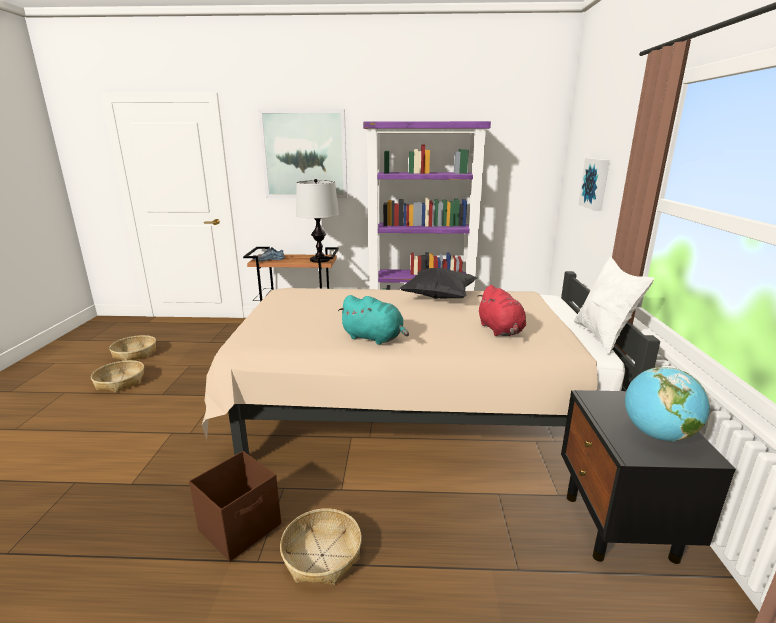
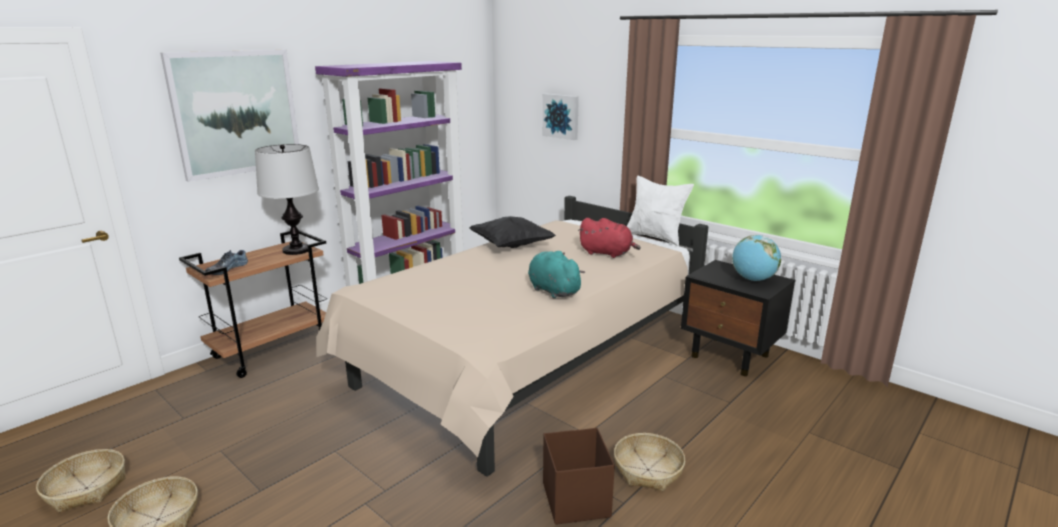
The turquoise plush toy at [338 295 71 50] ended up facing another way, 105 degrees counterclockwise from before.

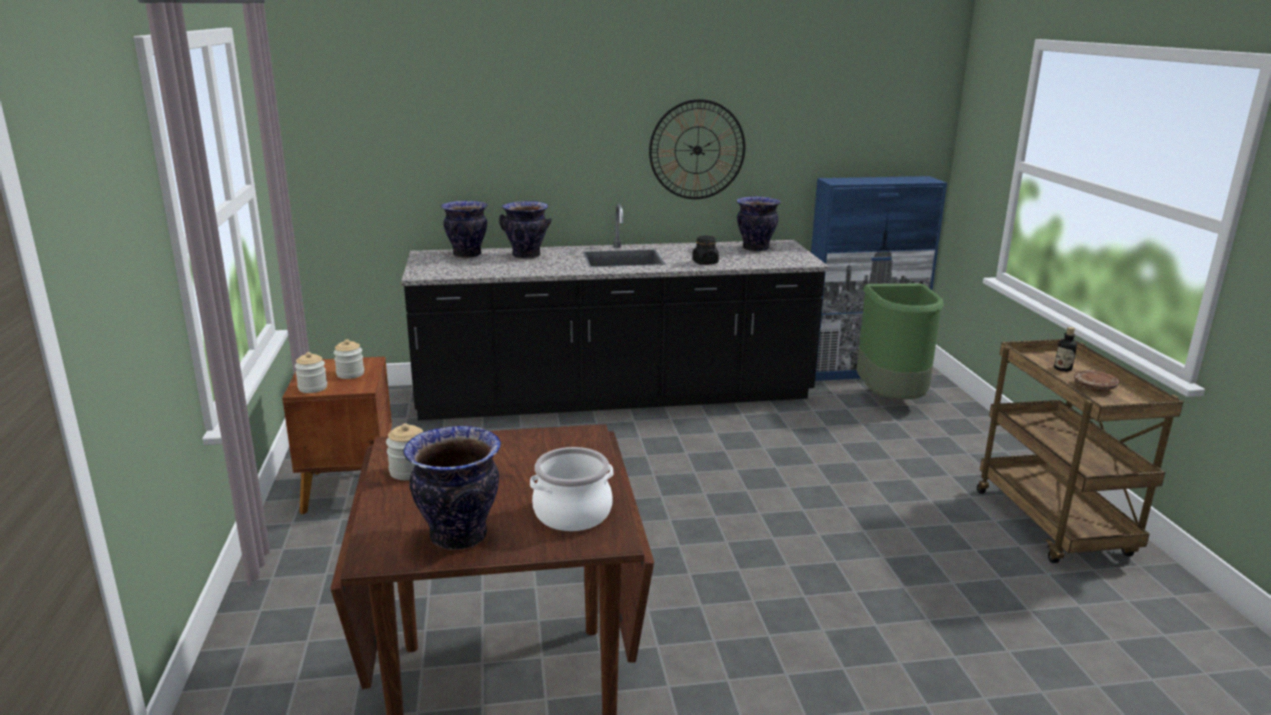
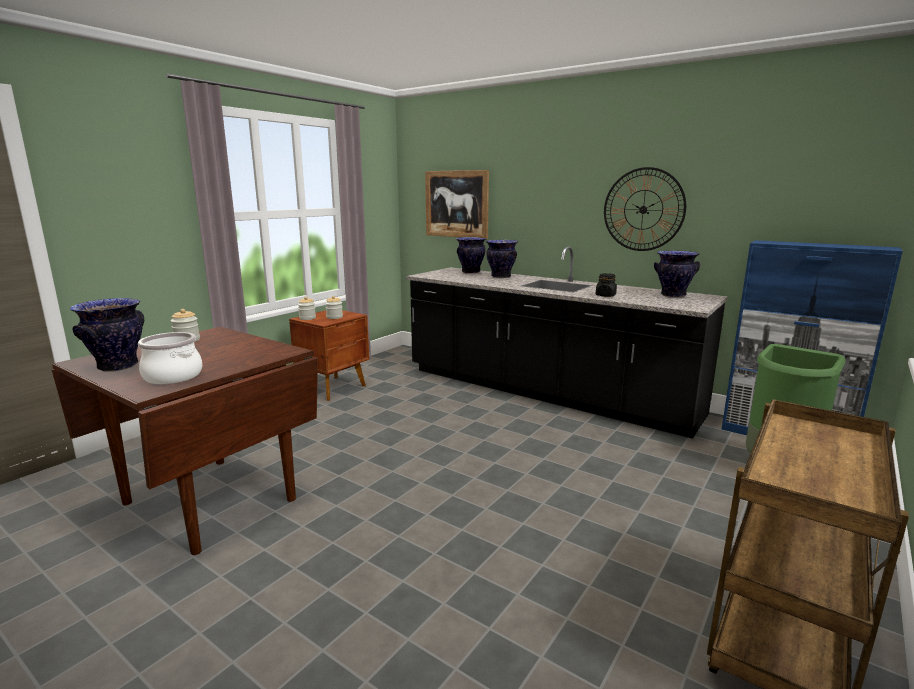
The second view lost the bottle at [1054 327 23 45].
The second view lost the brown plate at [1074 370 46 21].
The second view gained the picture at [425 170 64 69].

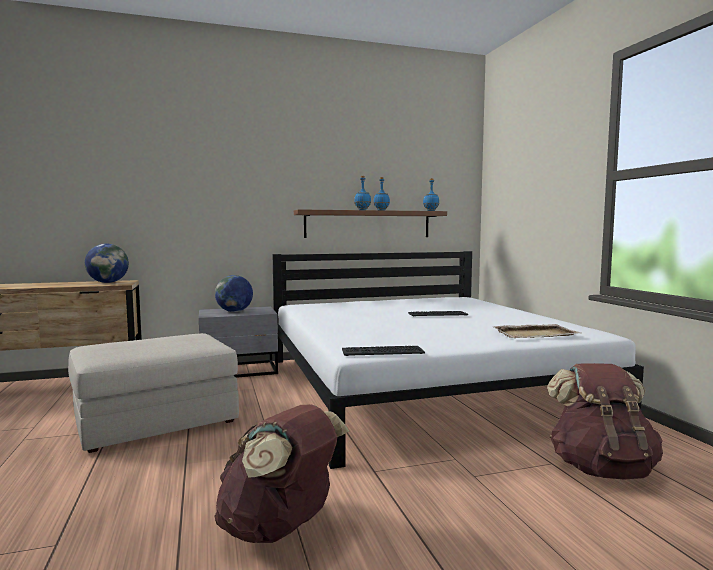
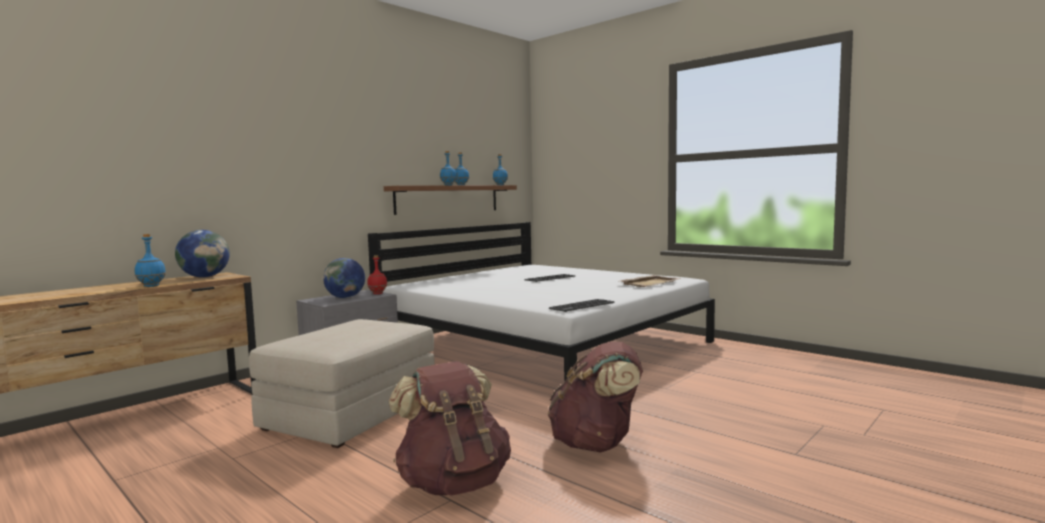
The brown backpack ended up elsewhere, having gone from [547 363 116 116] to [389 361 122 135].
The second view gained the blue bottle at [134 234 32 53].
The second view gained the red bottle at [367 255 20 39].

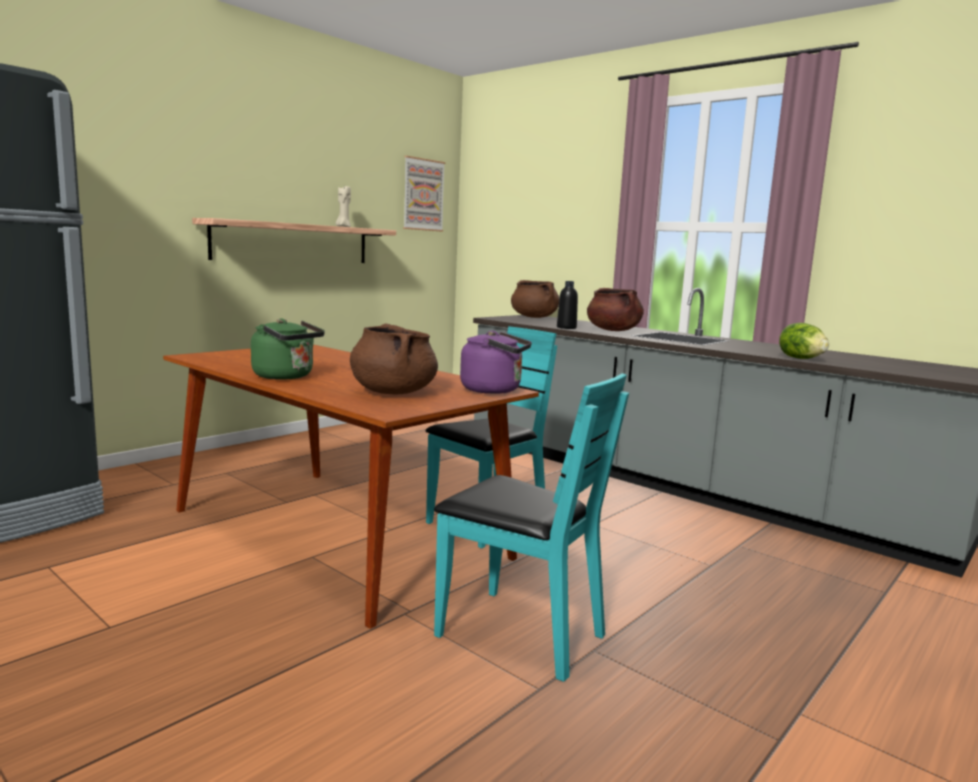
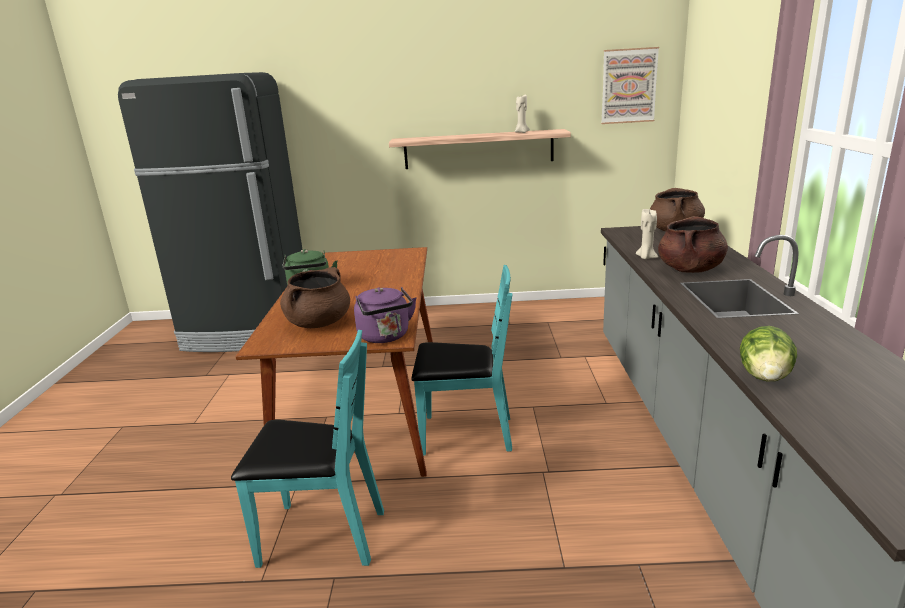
Where the black bottle stood at [557 281 21 48], the beige candle came to stand at [636 209 22 50].
The turquoise chair at [434 373 195 309] ended up facing another way, 75 degrees counterclockwise from before.

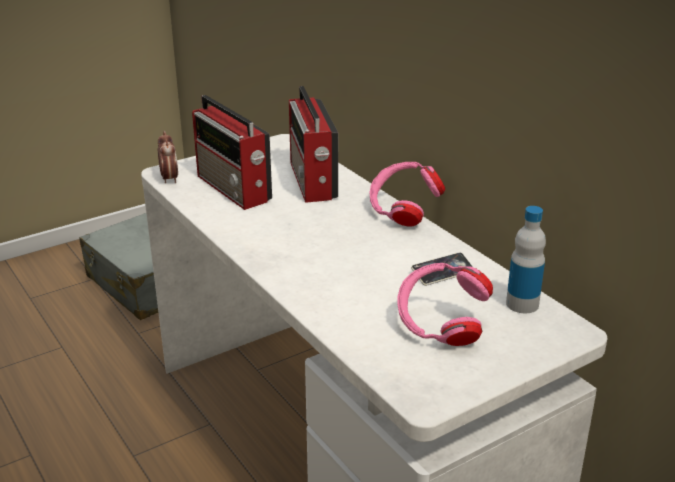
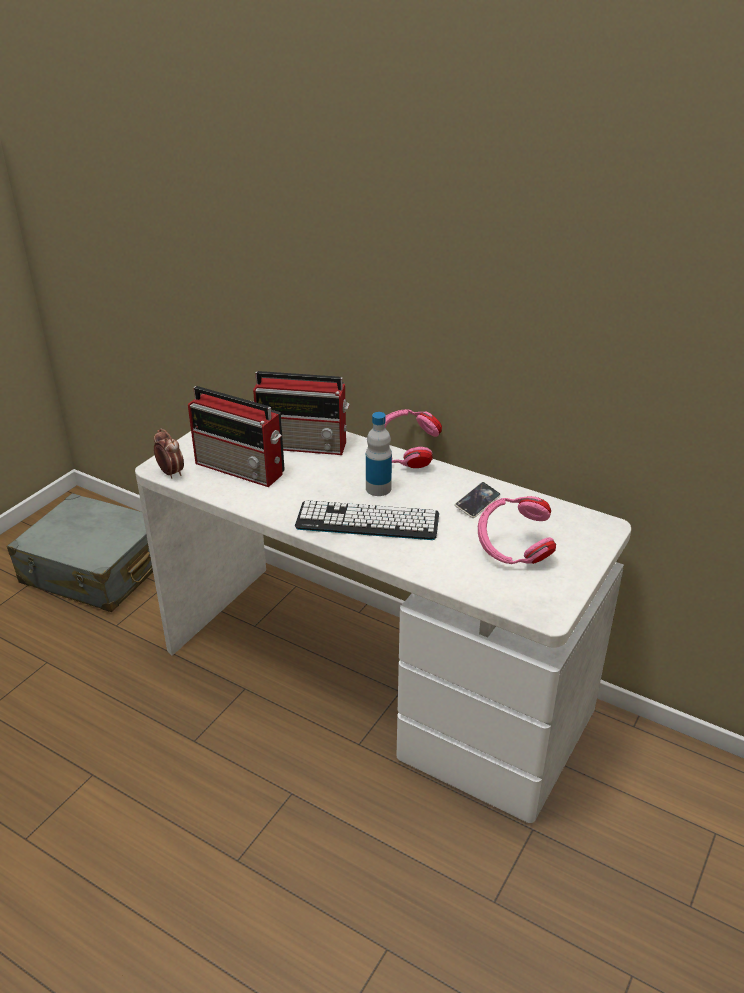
The radio at [289 86 49 117] ended up facing another way, 45 degrees counterclockwise from before.
The bottle ended up elsewhere, having gone from [506 206 40 107] to [366 412 26 84].
The second view gained the keyboard at [295 500 144 40].

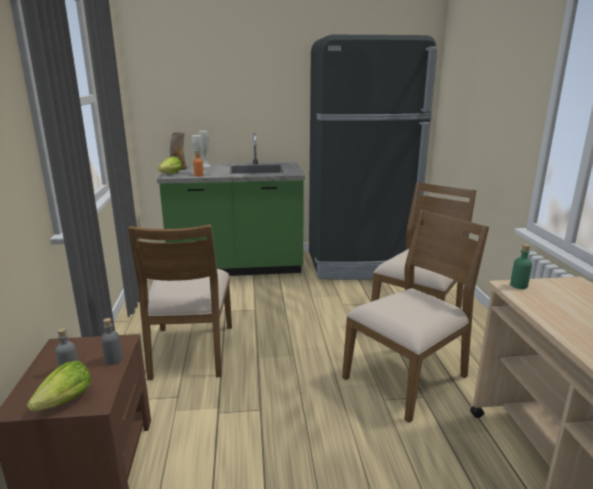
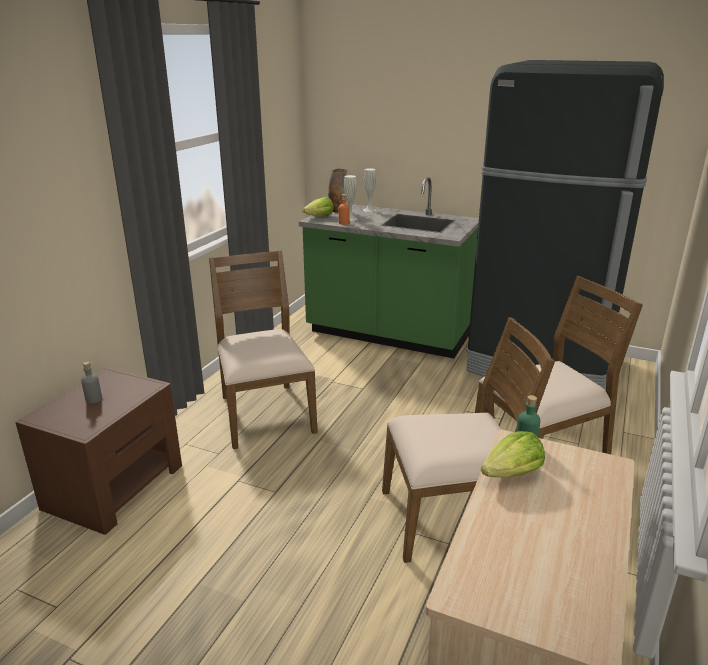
The brown chair at [128 224 104 156] ended up facing another way, 135 degrees clockwise from before.
The second view lost the grey bottle at [101 318 22 47].
The lettuce ended up elsewhere, having gone from [27 361 64 50] to [481 431 64 47].

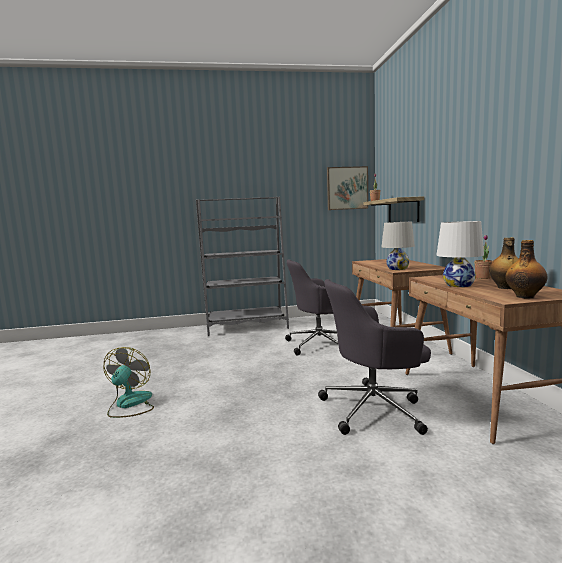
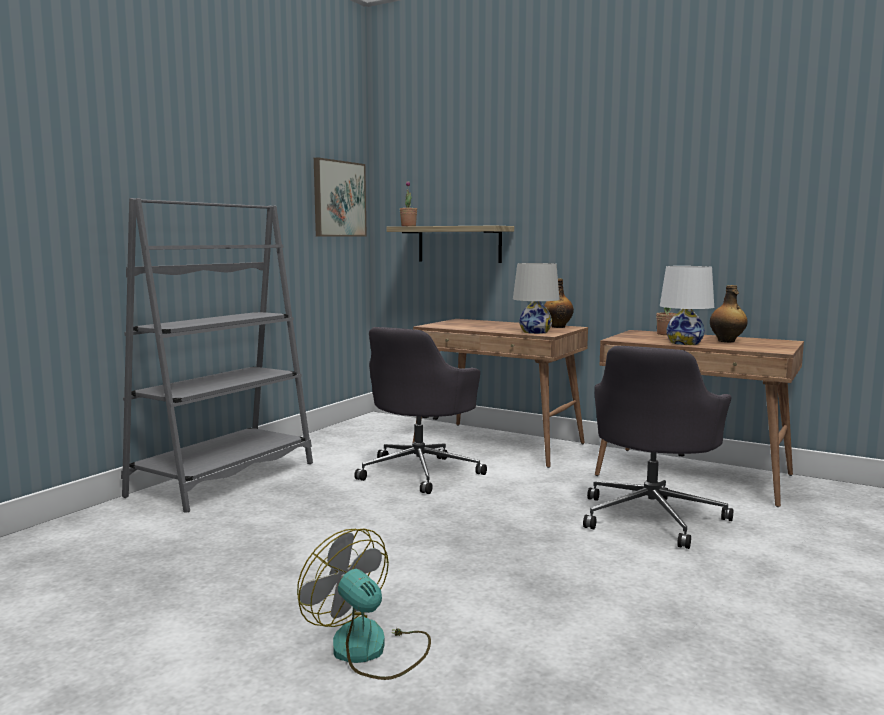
The bottle ended up elsewhere, having gone from [506 240 41 58] to [544 278 30 50].

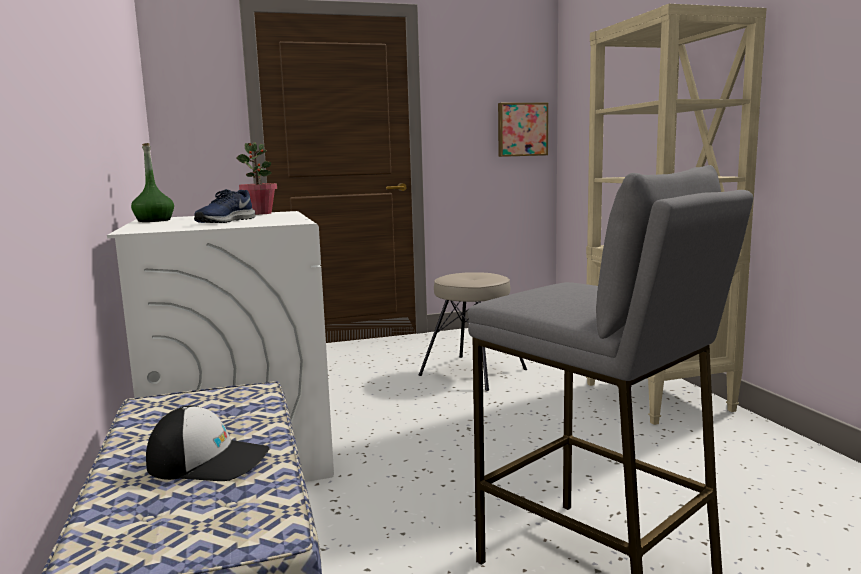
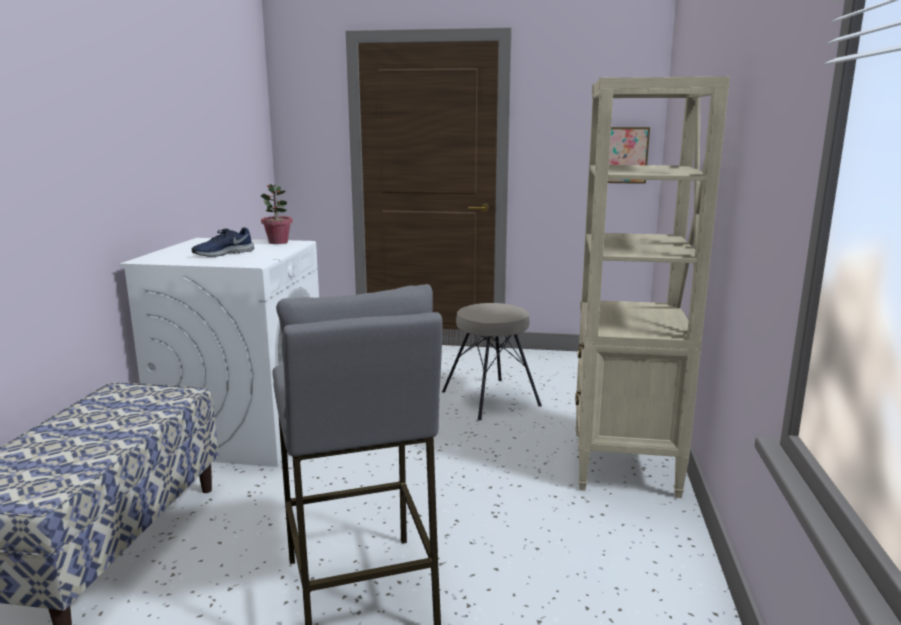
The second view lost the green bottle at [131 143 43 79].
The second view lost the cap at [146 405 124 76].

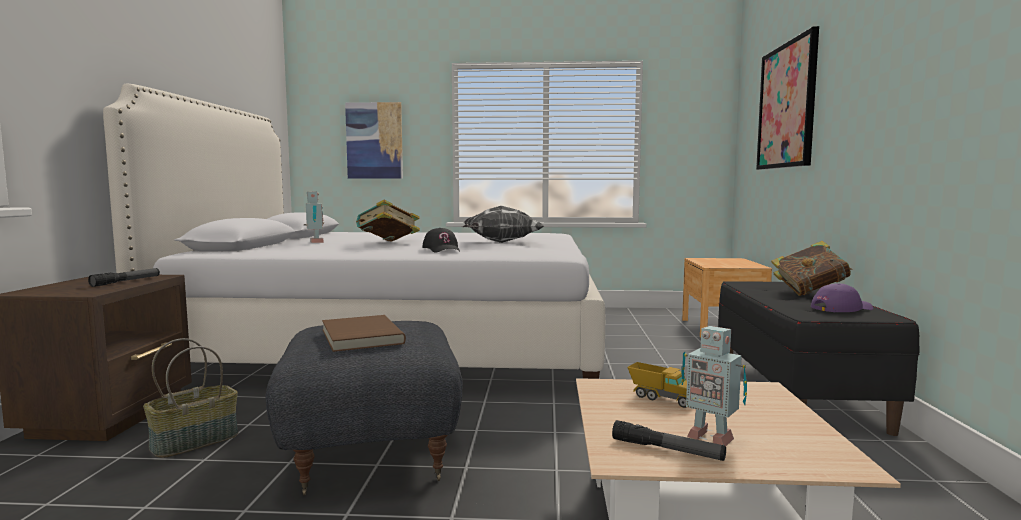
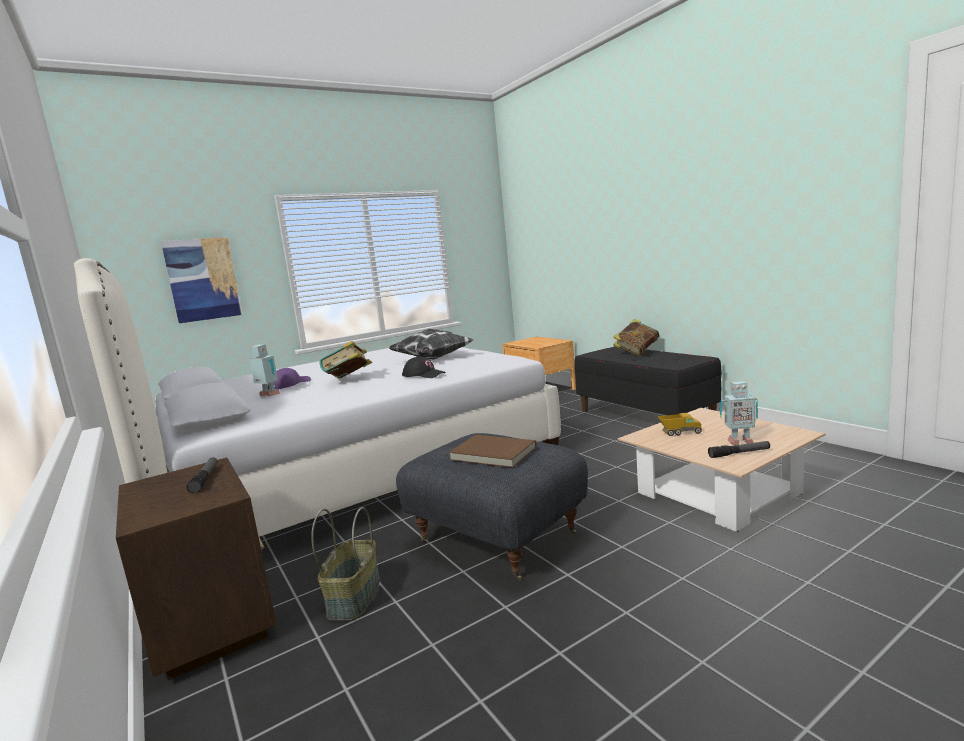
The second view lost the picture at [756 26 63 144].
The purple cap ended up elsewhere, having gone from [811 283 62 30] to [268 368 43 21].

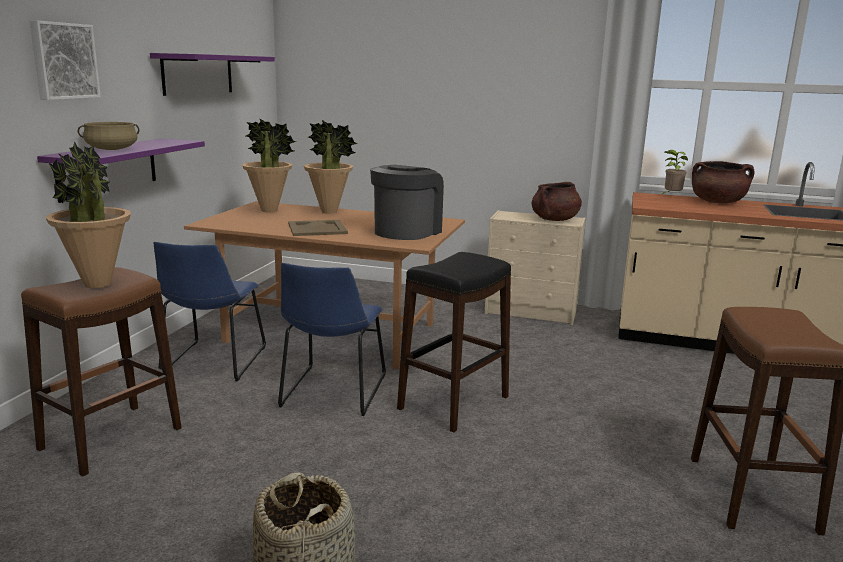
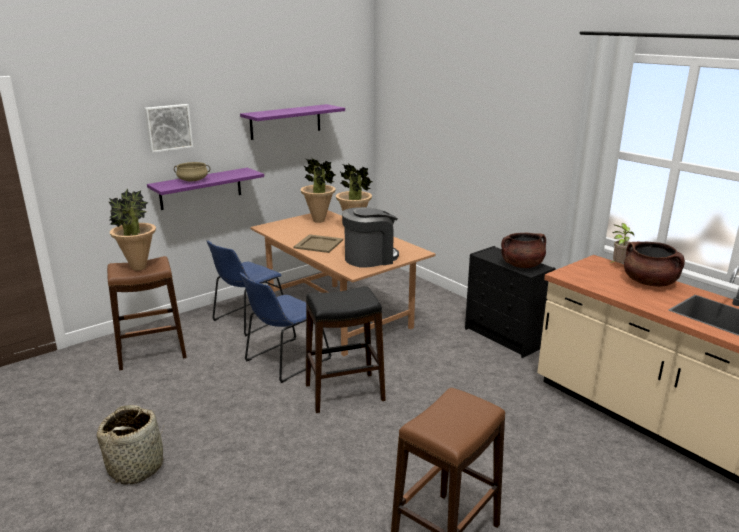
What was the beige dresser at [484 210 101 115] turned into the black dresser at [465 246 90 112].

